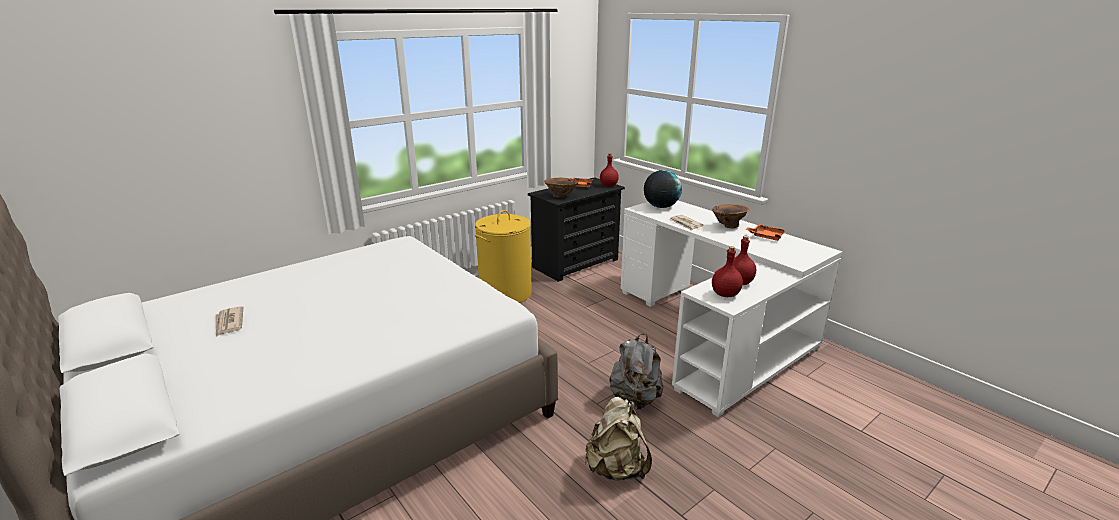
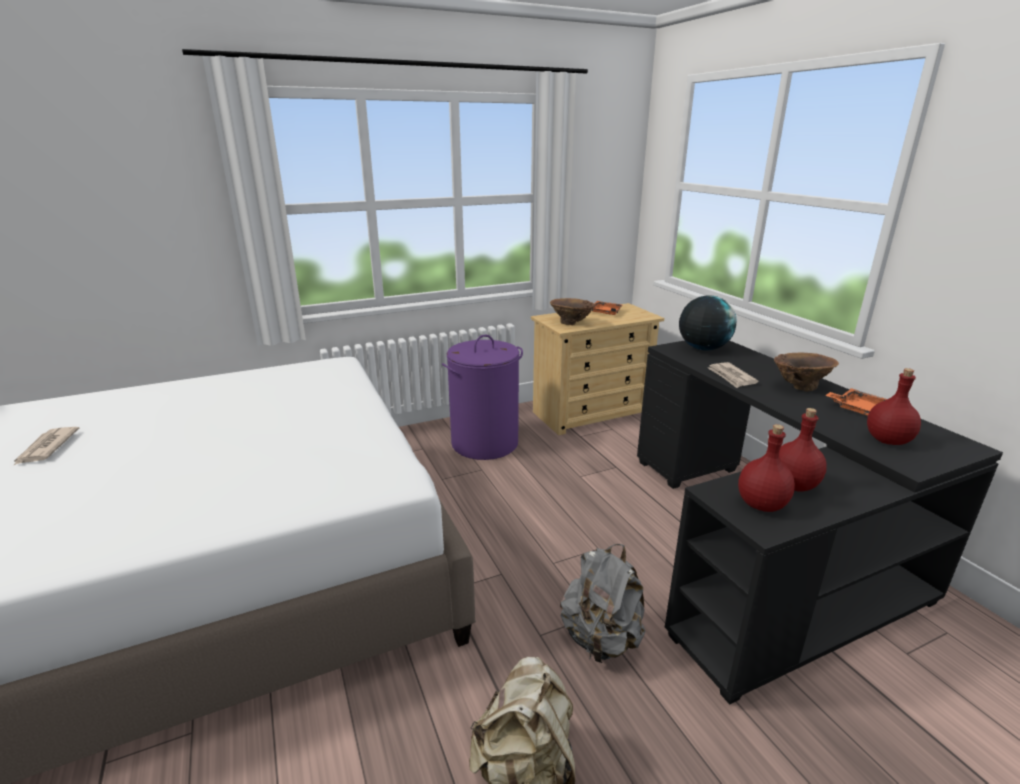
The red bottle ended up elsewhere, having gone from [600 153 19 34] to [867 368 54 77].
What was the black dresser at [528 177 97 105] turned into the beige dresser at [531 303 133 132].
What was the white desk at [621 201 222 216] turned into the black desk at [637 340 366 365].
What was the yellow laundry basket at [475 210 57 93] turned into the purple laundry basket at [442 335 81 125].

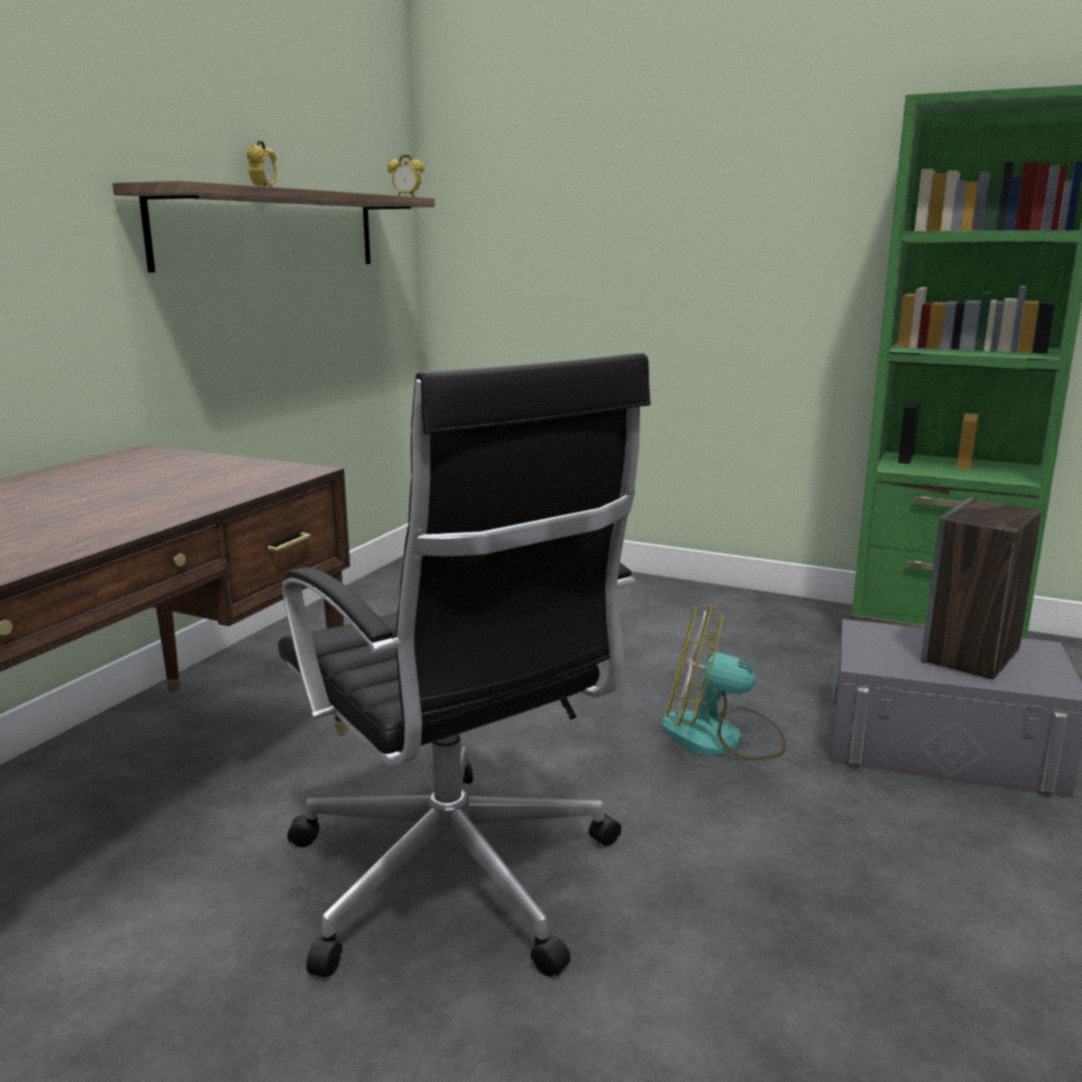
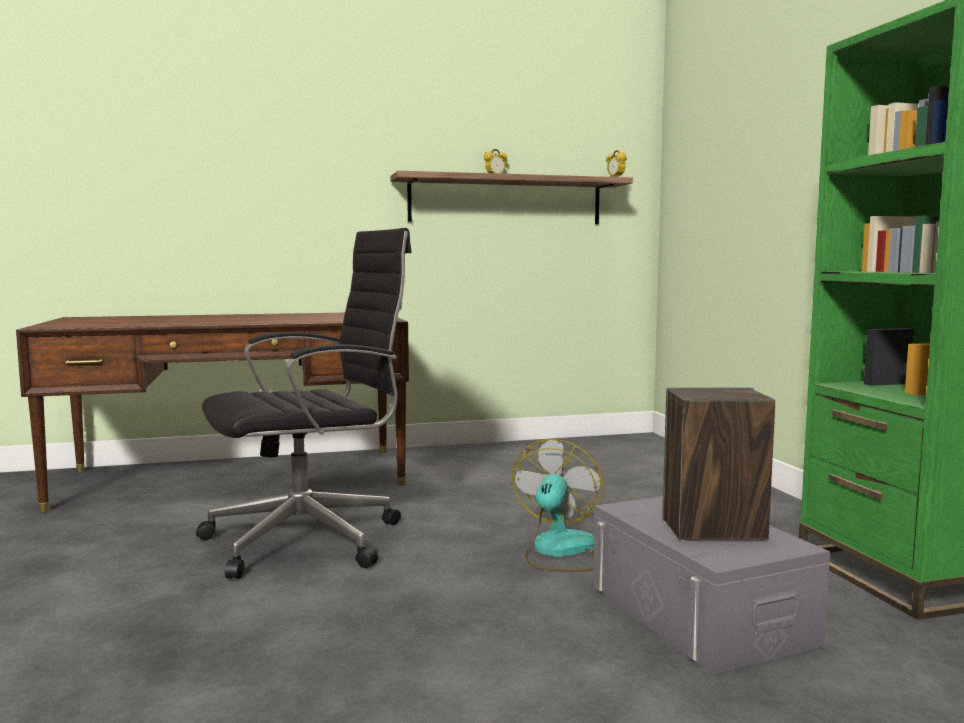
The black office chair at [278 353 373 625] ended up facing another way, 135 degrees counterclockwise from before.
The fan at [662 604 124 157] ended up facing another way, 45 degrees clockwise from before.

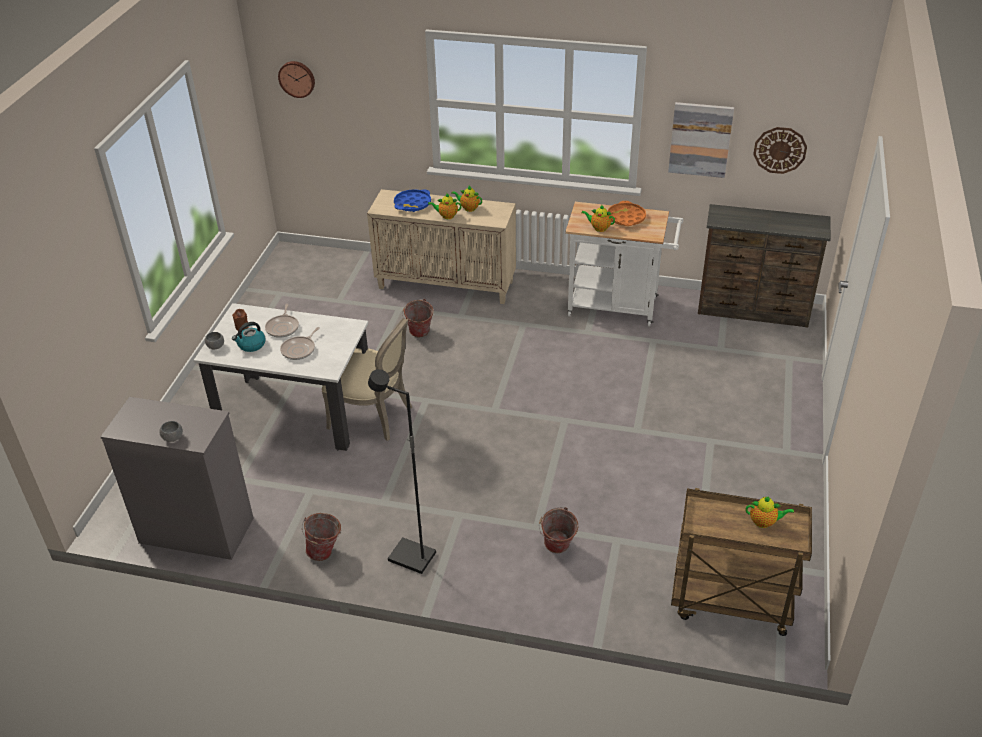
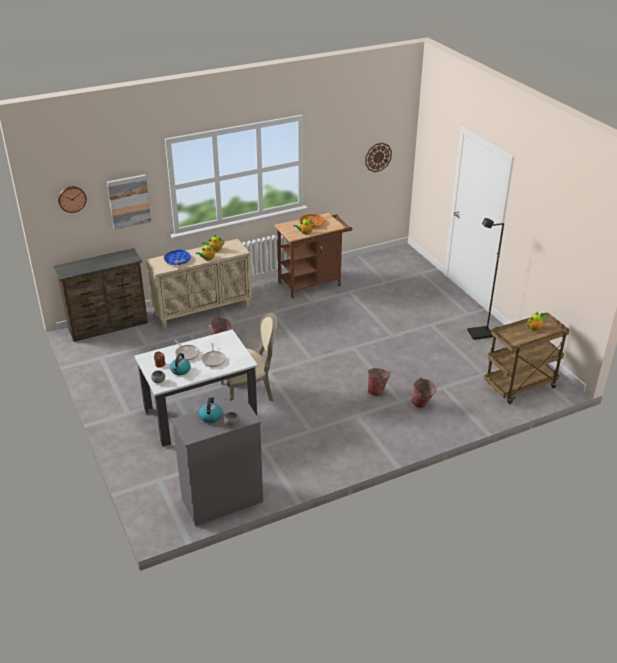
The picture ended up elsewhere, having gone from [668 102 66 76] to [107 174 44 56].
What was the white cart at [565 202 118 124] turned into the brown cart at [274 213 78 85].
The brown dresser ended up elsewhere, having gone from [698 204 133 123] to [54 248 94 94].
The black floor lamp ended up elsewhere, having gone from [368 369 68 205] to [467 218 37 122].
The bucket ended up elsewhere, having gone from [302 513 39 48] to [368 368 23 28].
The second view gained the kettle at [199 397 23 26].

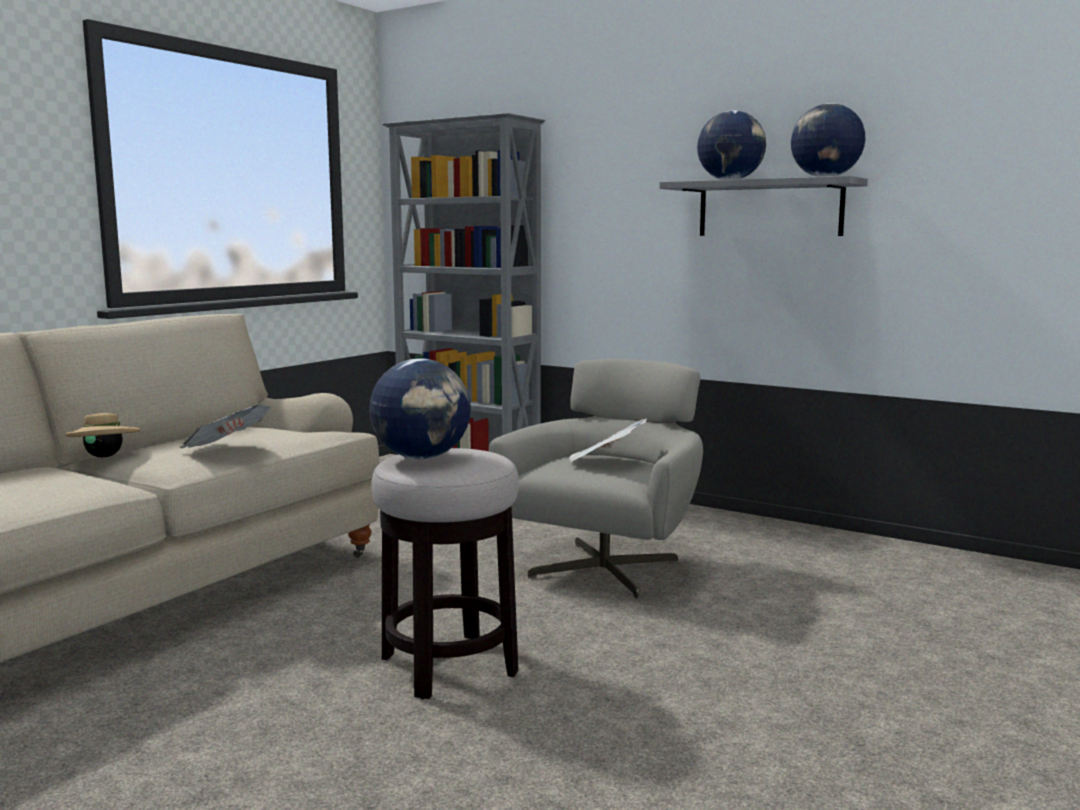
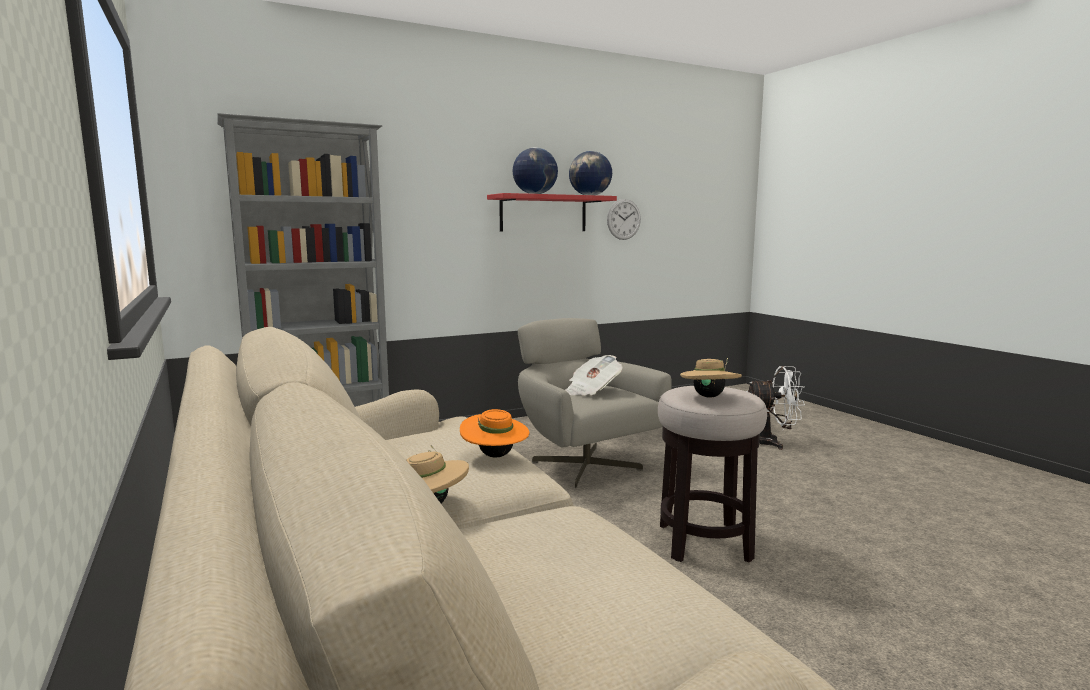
What was the grey shelf at [659 176 209 60] turned into the red shelf at [487 193 130 39].
Where the globe stood at [369 358 102 101], the beige hat came to stand at [680 358 62 40].
Where the newspaper stood at [180 404 91 44], the orange hat came to stand at [460 409 69 49].
The second view gained the wall clock at [607 199 34 41].
The second view gained the white fan at [746 366 59 84].

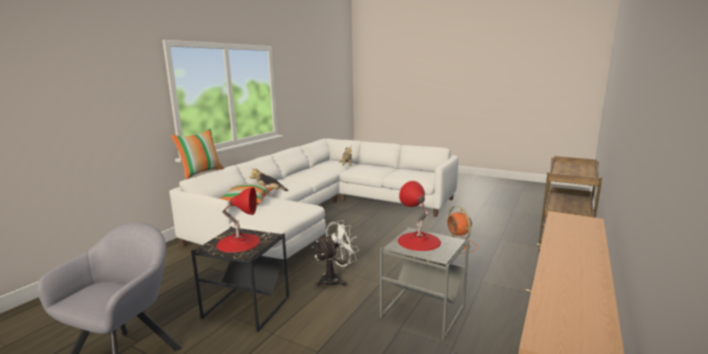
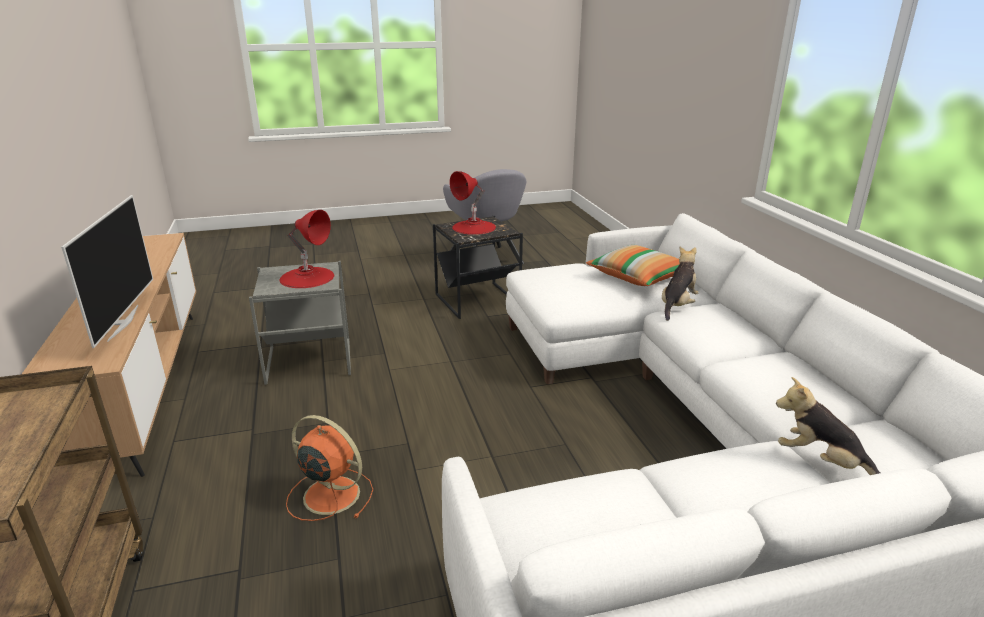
The second view lost the pillow at [170 129 54 50].
The second view lost the white fan at [311 220 48 68].
The second view gained the television at [61 195 92 153].

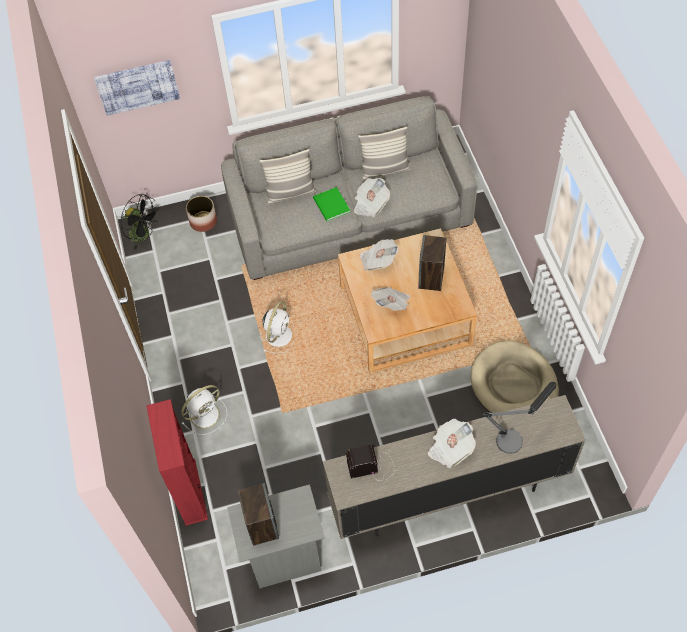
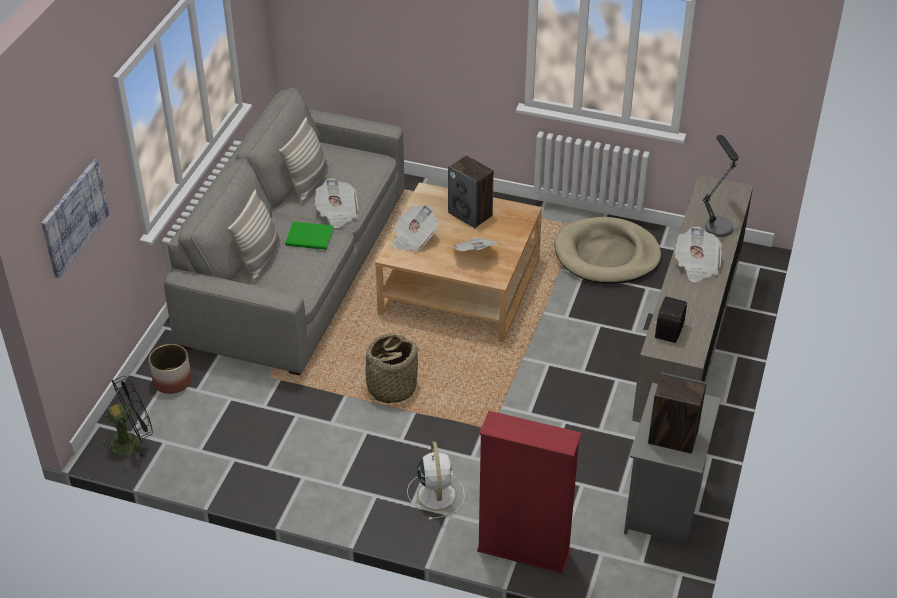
Where the white fan stood at [260 301 32 52], the basket came to stand at [363 333 55 70].

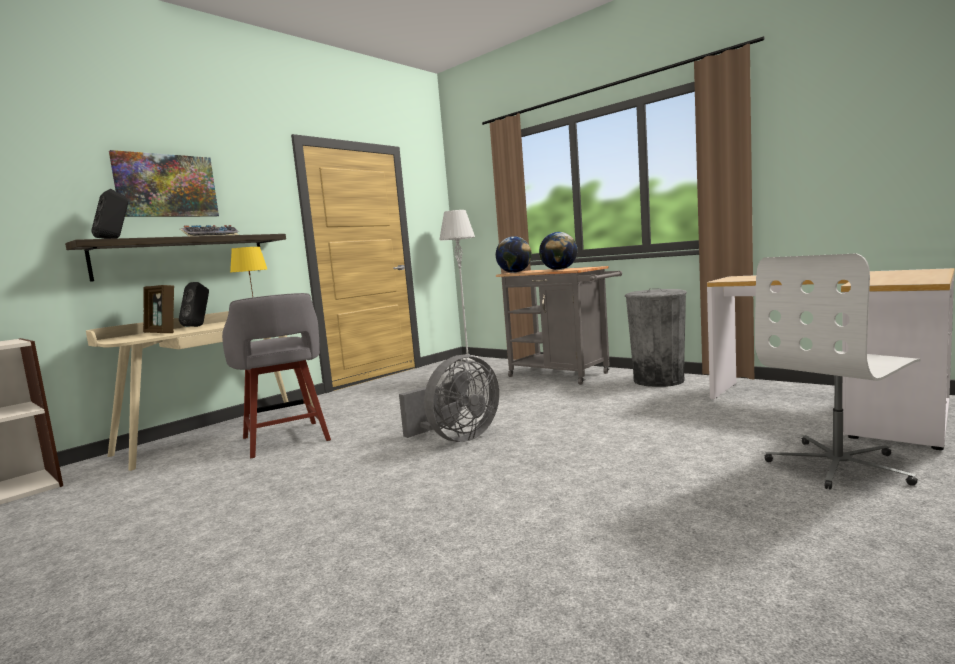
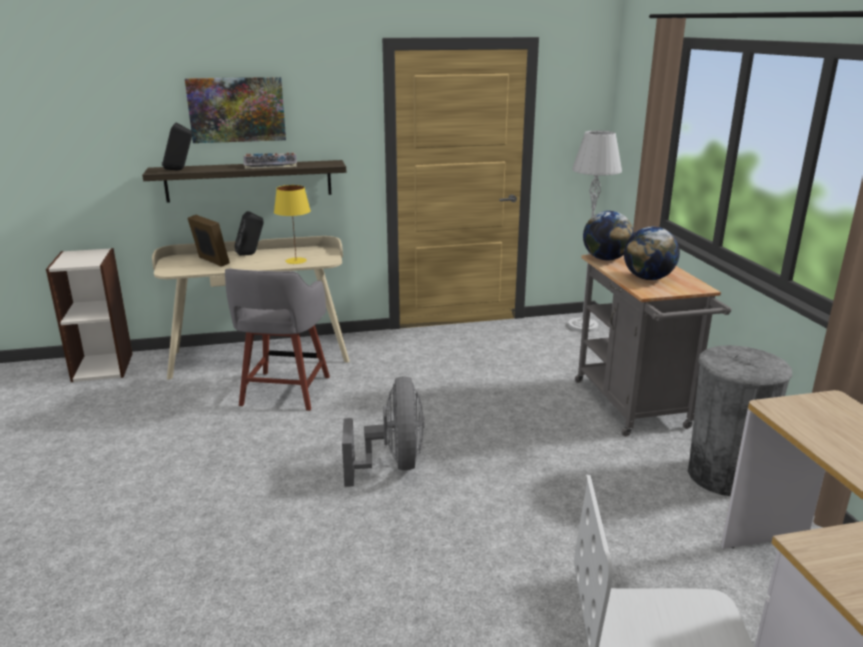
The picture frame at [143 285 31 48] ended up facing another way, 150 degrees clockwise from before.
The grey fan at [399 355 100 87] ended up facing another way, 90 degrees counterclockwise from before.

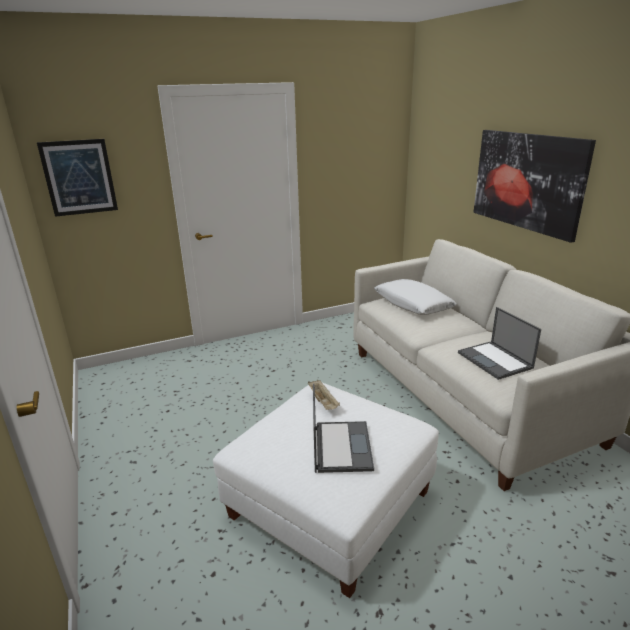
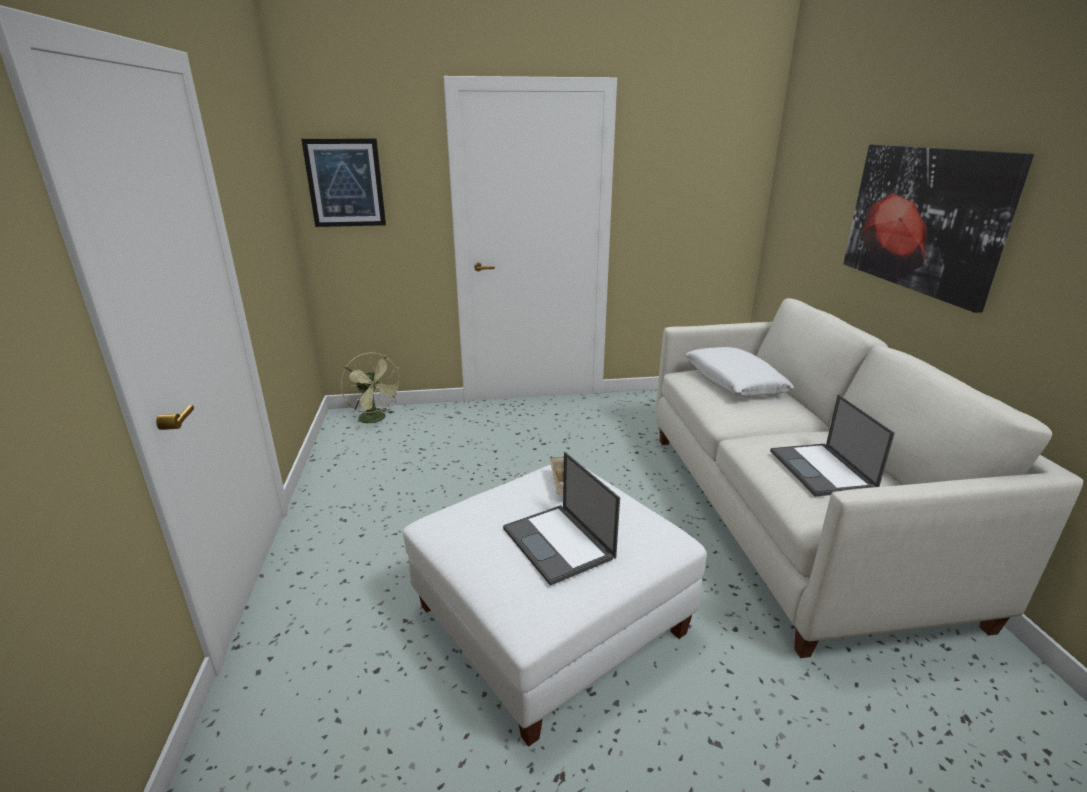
The laptop at [313 384 61 89] ended up facing another way, 135 degrees clockwise from before.
The second view gained the green fan at [341 353 62 75].

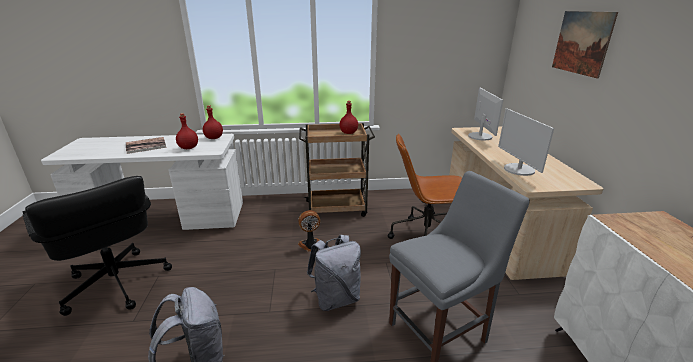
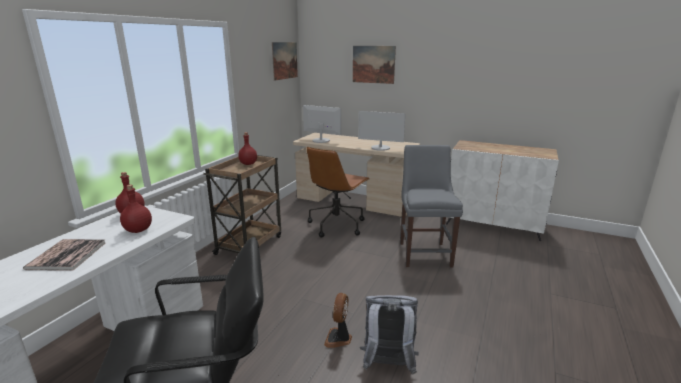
The fan ended up elsewhere, having gone from [298 210 22 42] to [324 293 28 55].
The second view lost the grey backpack at [307 235 54 76].
The second view gained the picture at [272 42 26 39].

